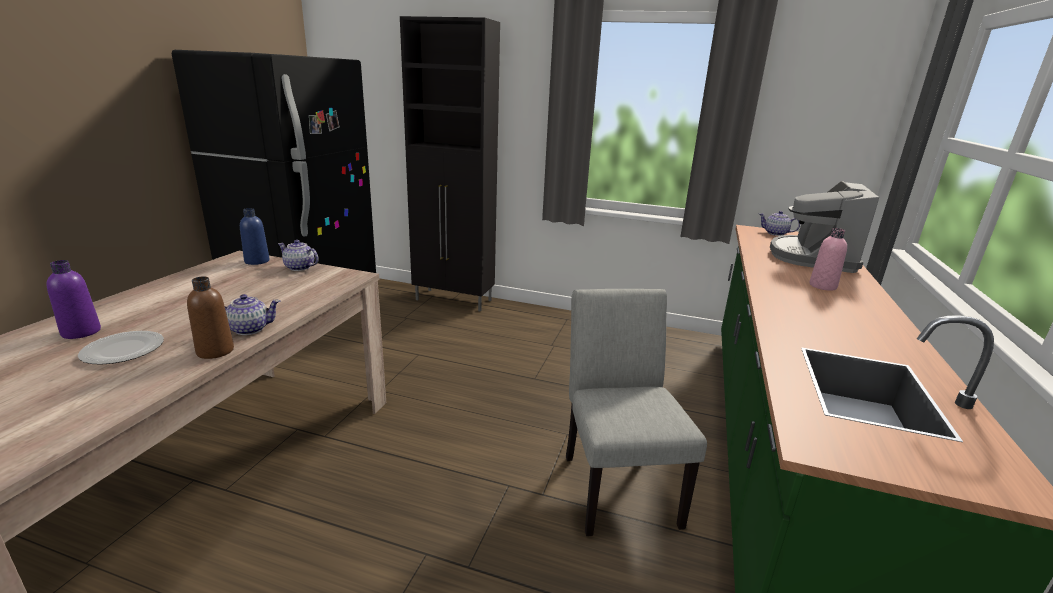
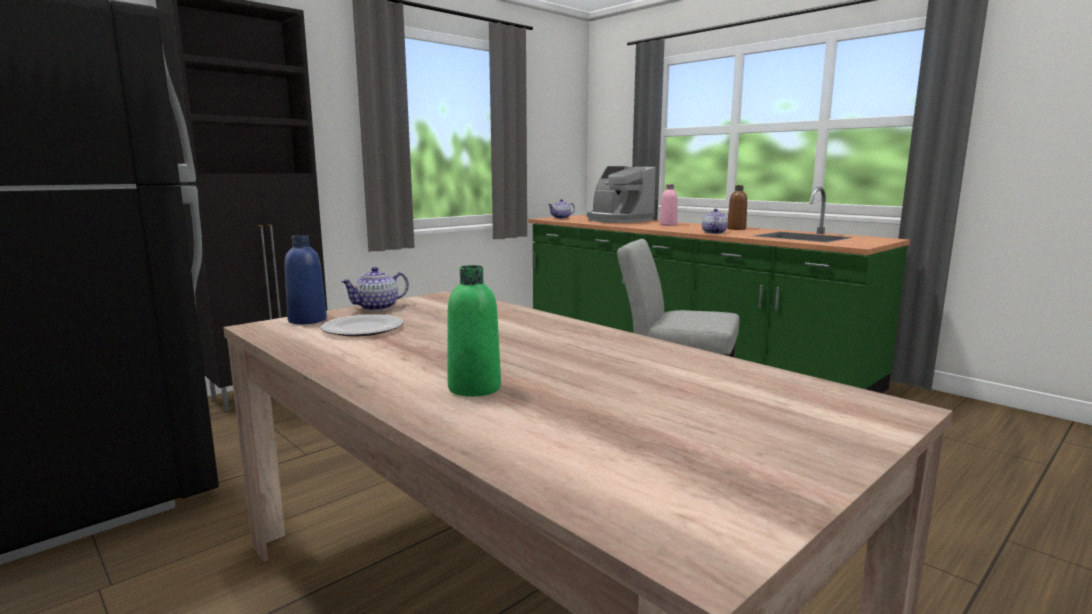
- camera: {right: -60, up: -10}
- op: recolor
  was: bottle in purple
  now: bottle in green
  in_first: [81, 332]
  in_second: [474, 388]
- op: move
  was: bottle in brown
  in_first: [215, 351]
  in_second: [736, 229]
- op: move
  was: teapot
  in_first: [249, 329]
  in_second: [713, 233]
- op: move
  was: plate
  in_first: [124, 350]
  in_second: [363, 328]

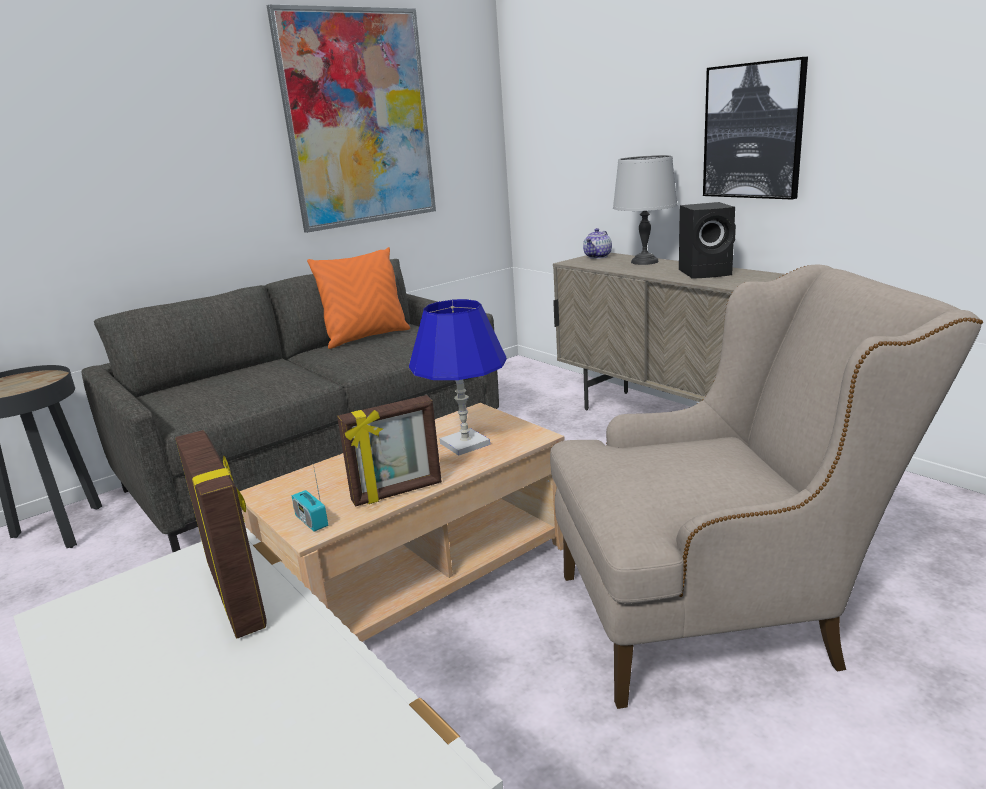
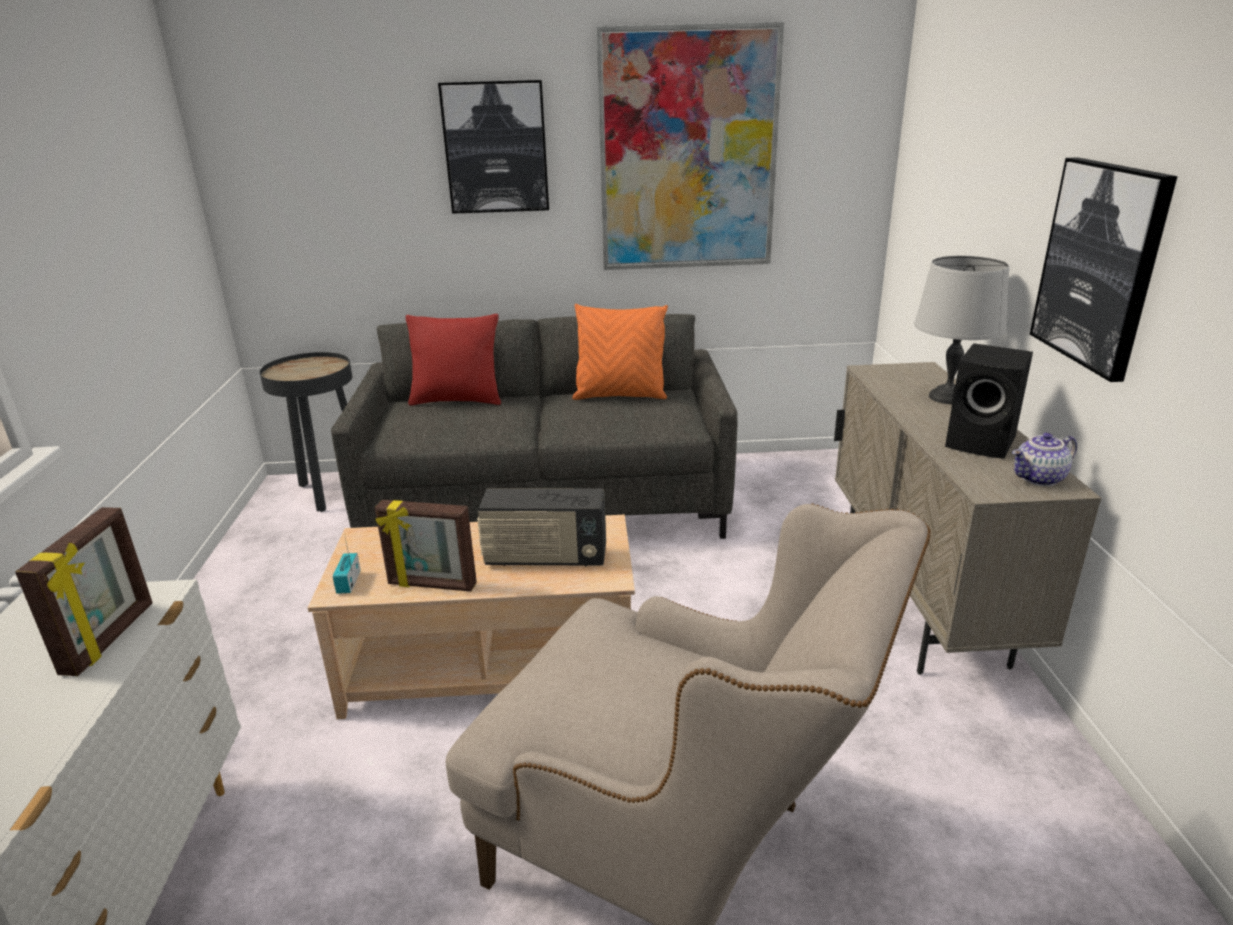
- camera: {right: 35, up: 5}
- op: move
  was: teapot
  in_first: [598, 257]
  in_second: [1039, 479]
- op: replace
  was: table lamp in blue
  now: radio
  in_first: [465, 444]
  in_second: [545, 558]
- op: insert
  now: picture
  in_second: [496, 148]
- op: insert
  now: pillow in red
  in_second: [457, 400]

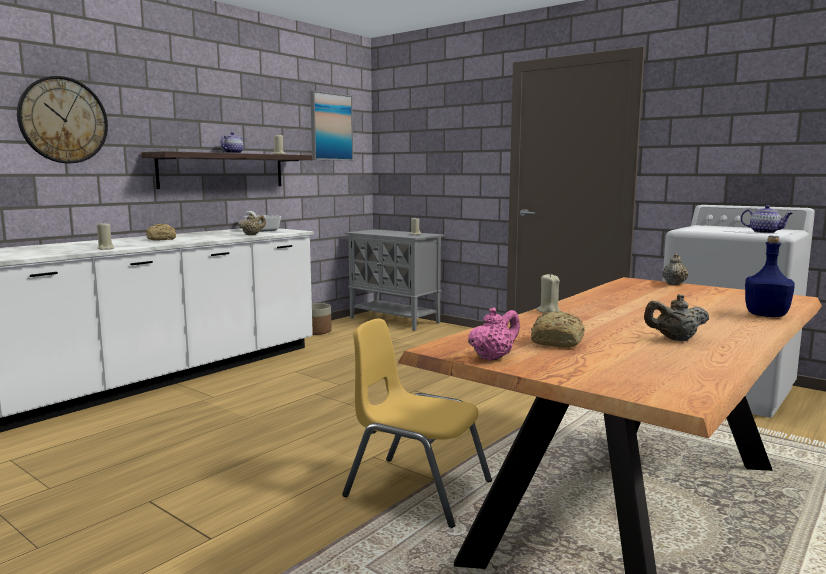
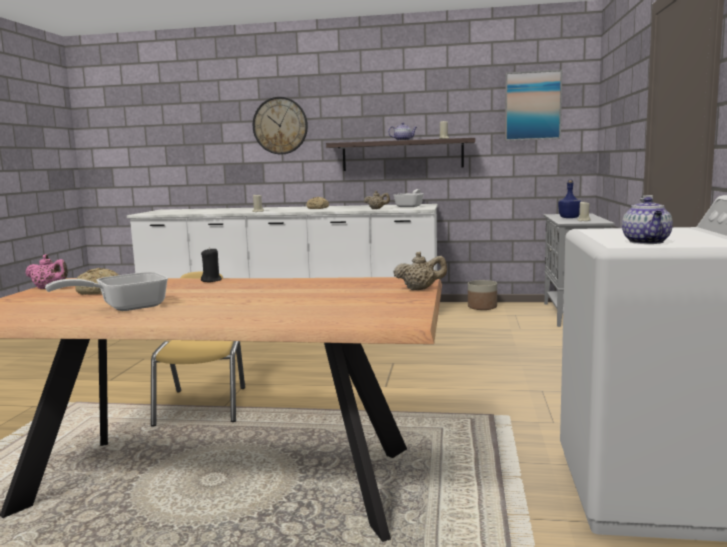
- camera: {right: 60, up: 0}
- op: move
  was: bottle in blue
  in_first: [765, 315]
  in_second: [569, 218]
- op: recolor
  was: candle in beige
  now: candle in black
  in_first: [548, 311]
  in_second: [211, 280]
- op: replace
  was: teapot in beige
  now: frying pan
  in_first: [675, 339]
  in_second: [124, 307]

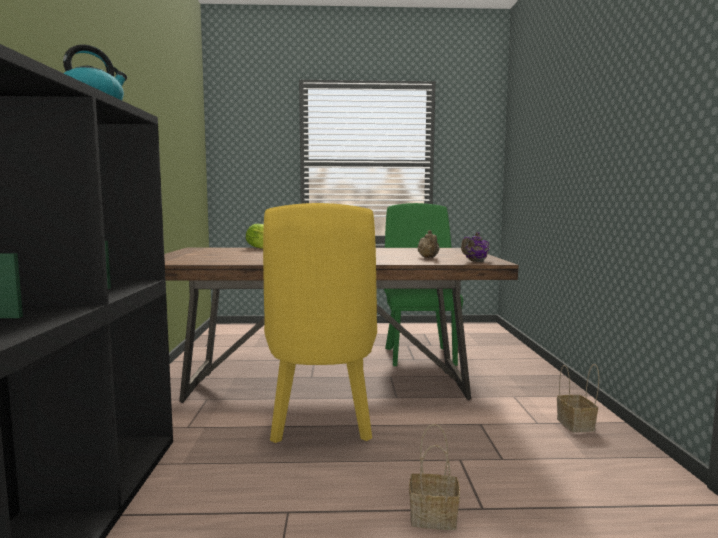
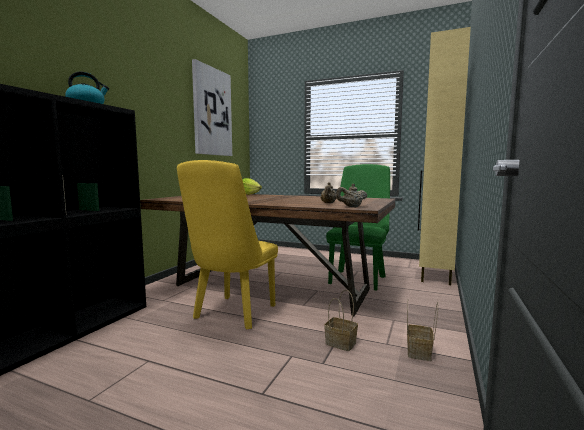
- camera: {right: 25, up: 0}
- op: recolor
  was: teapot in purple
  now: teapot in beige
  in_first: [475, 261]
  in_second: [351, 207]
- op: move
  was: basket
  in_first: [431, 518]
  in_second: [339, 343]
- op: insert
  now: cabinet in beige
  in_second: [435, 274]
- op: insert
  now: picture
  in_second: [212, 112]

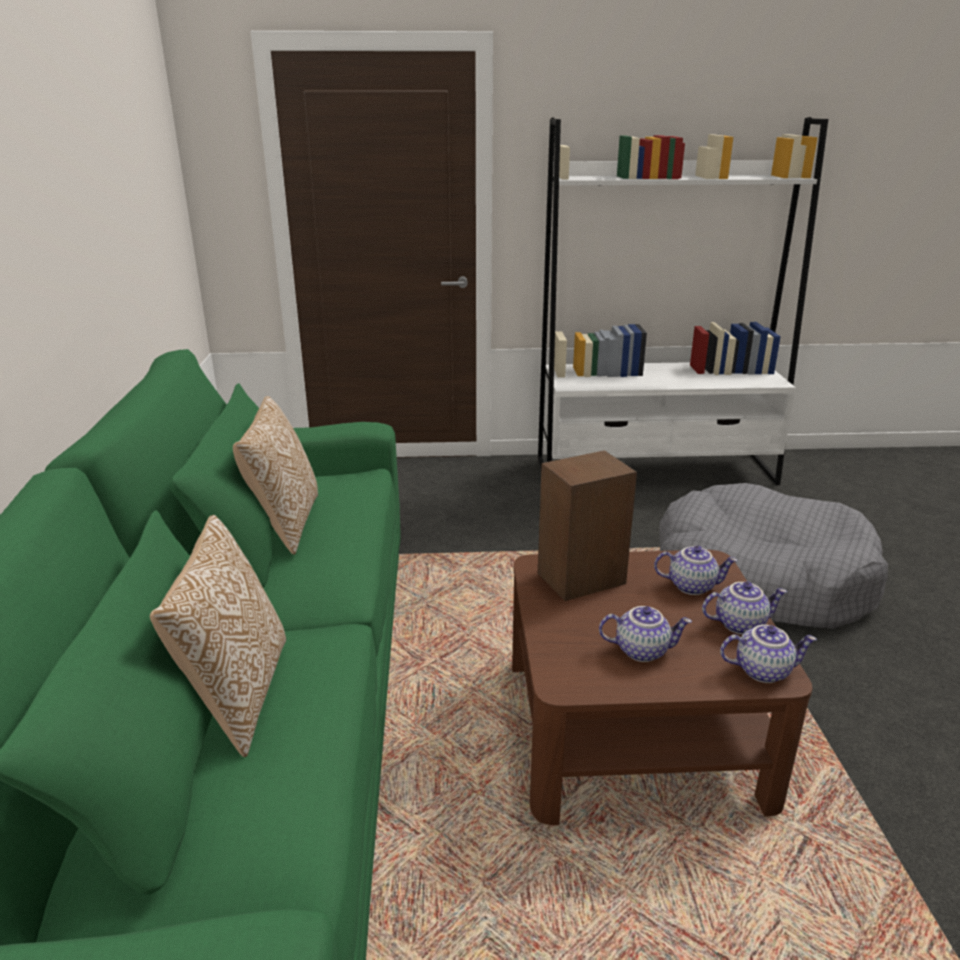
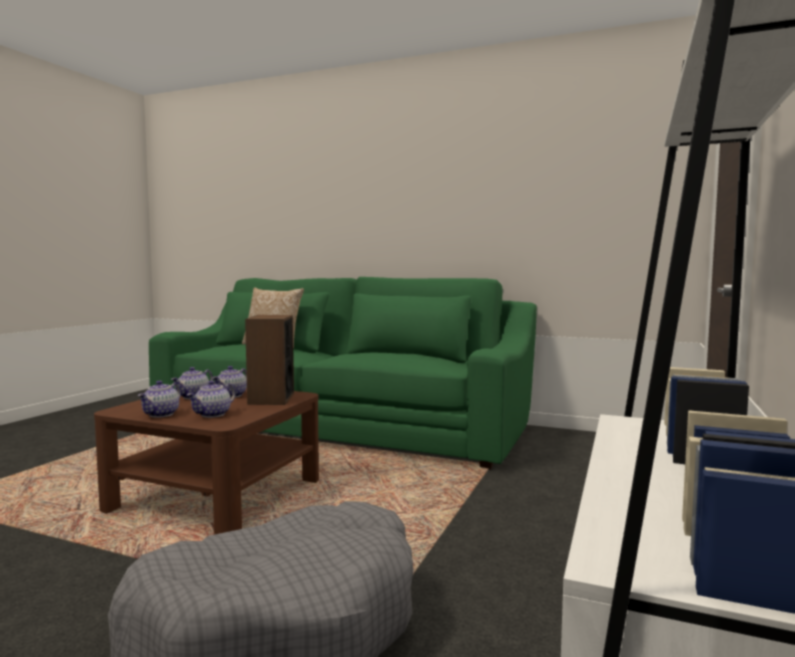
- camera: {right: 115, up: -20}
- op: delete
  was: pillow
  in_first: [285, 523]
- op: move
  was: teapot
  in_first: [762, 670]
  in_second: [231, 395]

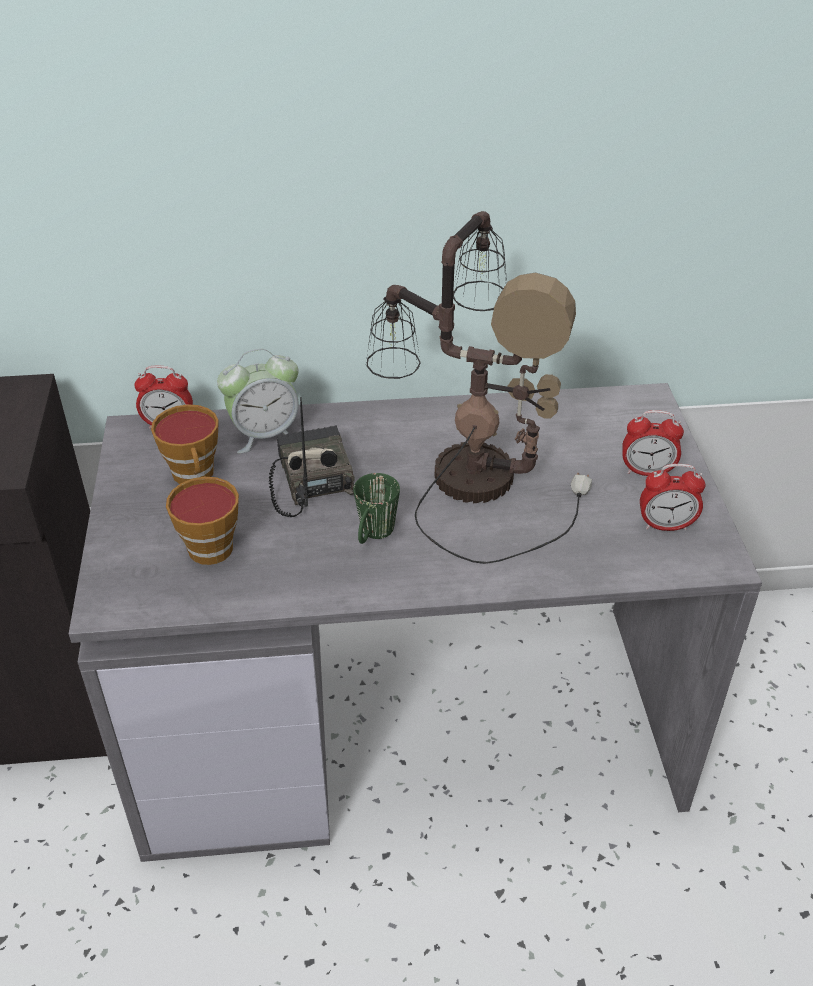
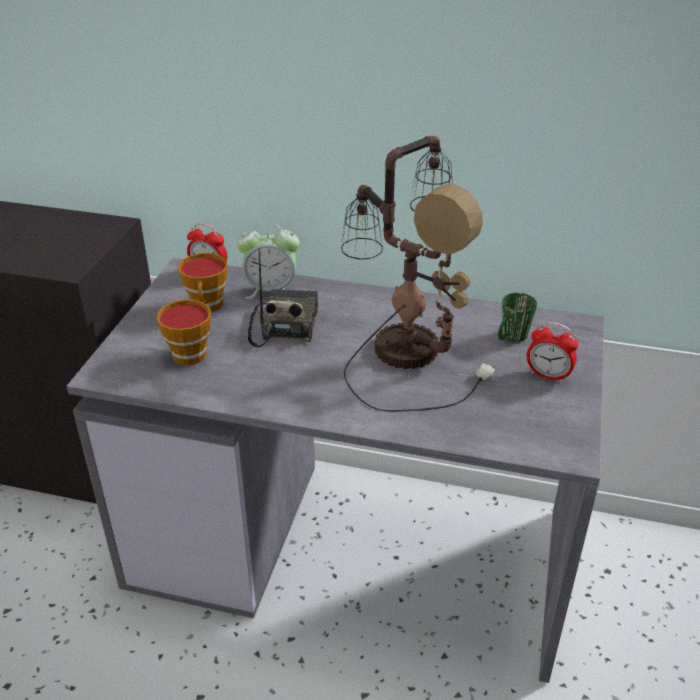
- camera: {right: 20, up: -5}
- op: delete
  was: alarm clock
  in_first: [665, 526]
- op: move
  was: mug in green
  in_first: [373, 535]
  in_second: [510, 339]

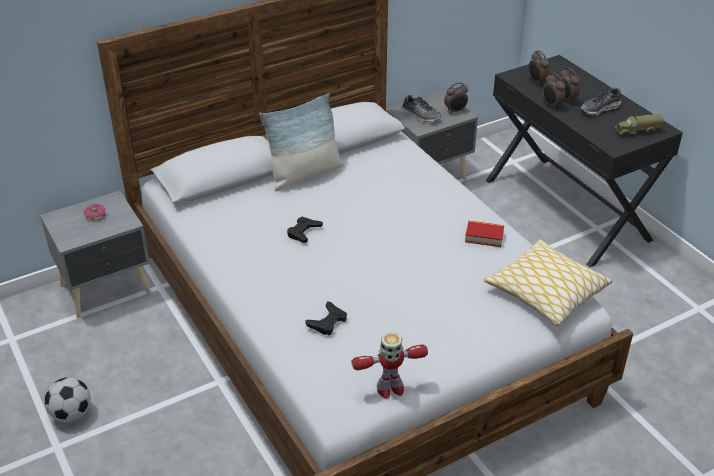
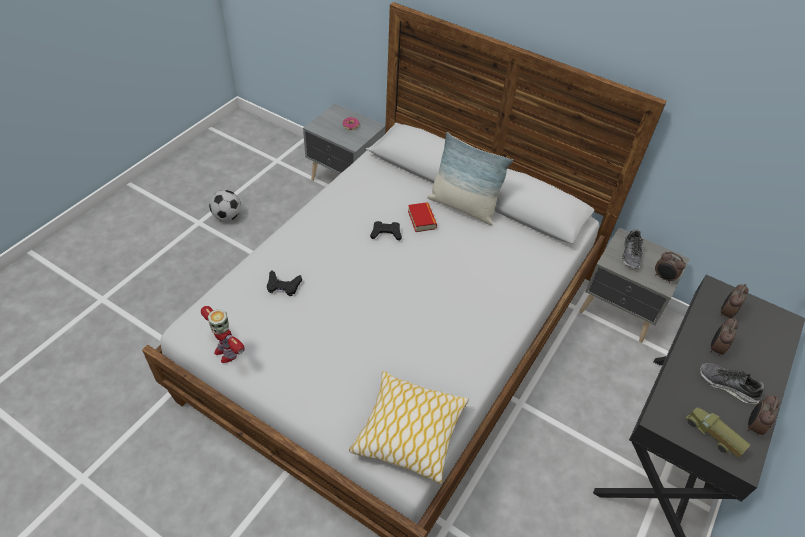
- camera: {right: 60, up: 10}
- op: move
  was: alarm clock
  in_first: [551, 105]
  in_second: [753, 425]
- op: move
  was: book
  in_first: [484, 237]
  in_second: [421, 220]

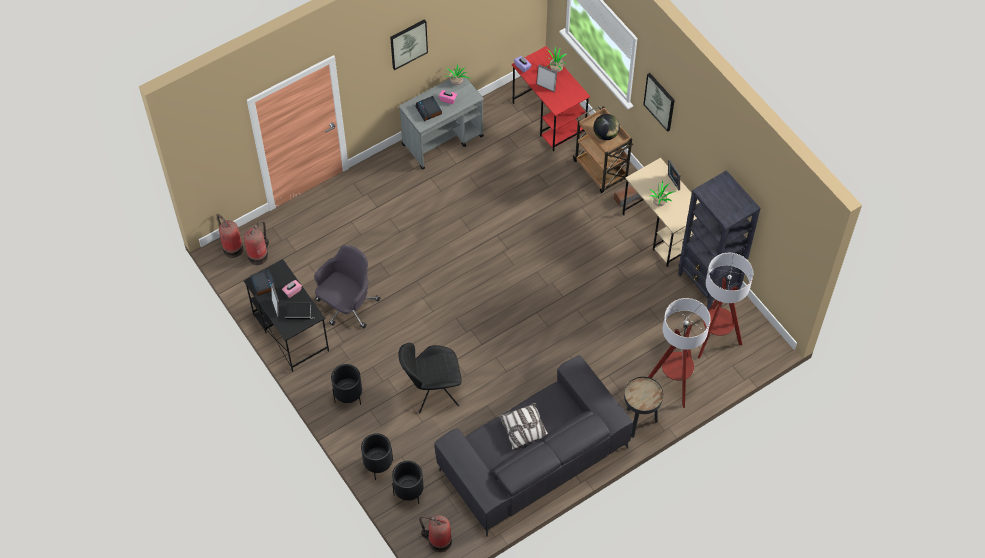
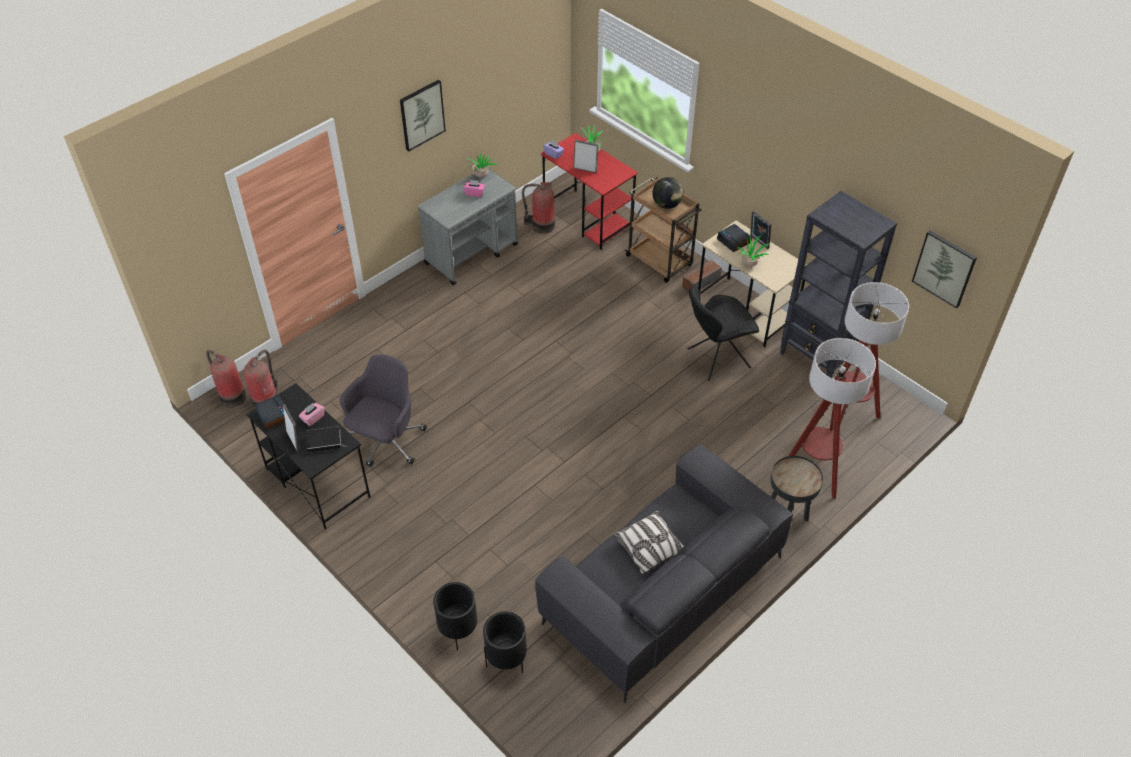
- camera: {right: -10, up: -10}
- op: move
  was: picture
  in_first: [660, 101]
  in_second: [944, 268]
- op: move
  was: alarm clock
  in_first: [429, 110]
  in_second: [734, 241]
- op: move
  was: chair in black
  in_first: [432, 392]
  in_second: [716, 359]
- op: delete
  was: planter in black
  in_first: [348, 396]
- op: move
  was: fire extinguisher
  in_first: [438, 541]
  in_second: [541, 225]

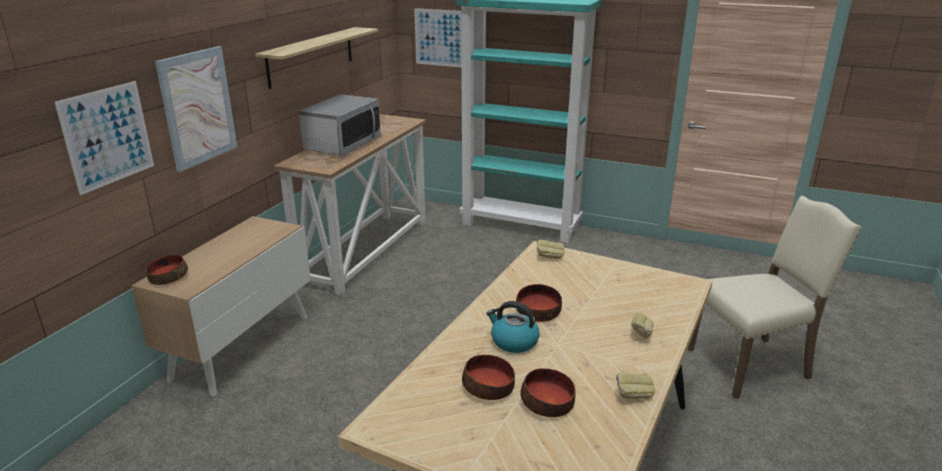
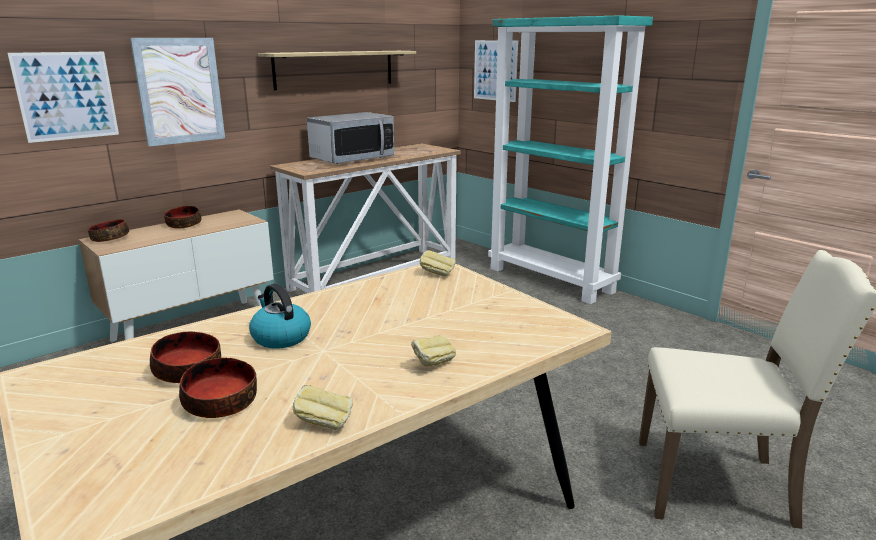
- camera: {right: 25, up: -5}
- op: move
  was: bowl
  in_first: [537, 312]
  in_second: [183, 224]

